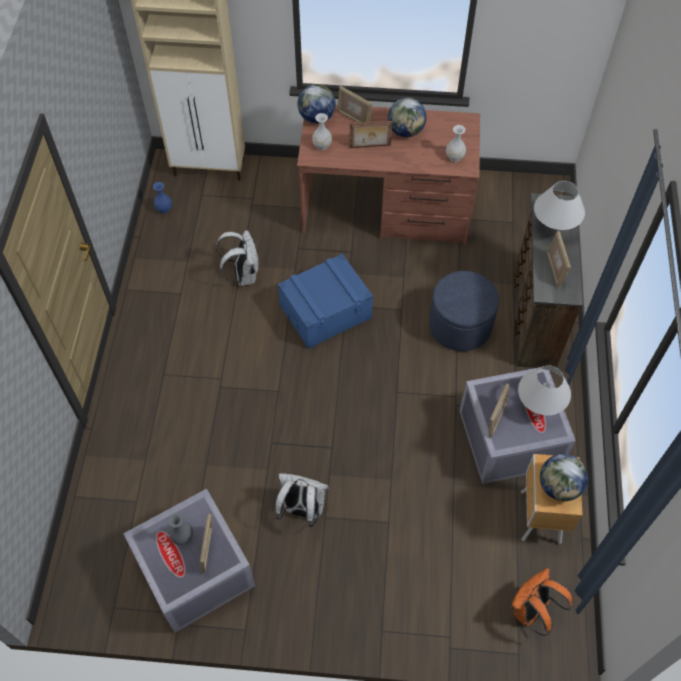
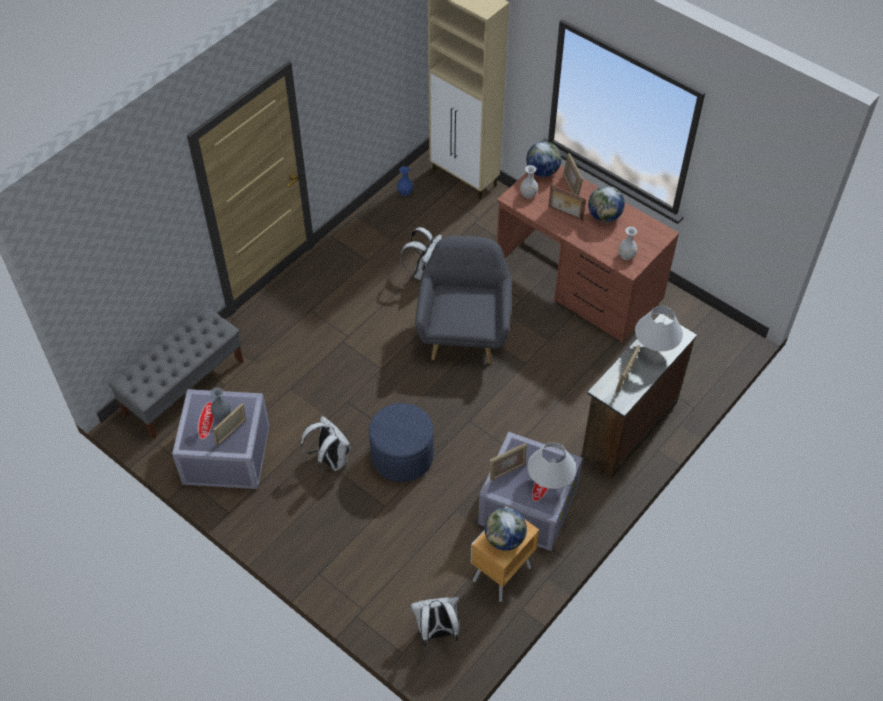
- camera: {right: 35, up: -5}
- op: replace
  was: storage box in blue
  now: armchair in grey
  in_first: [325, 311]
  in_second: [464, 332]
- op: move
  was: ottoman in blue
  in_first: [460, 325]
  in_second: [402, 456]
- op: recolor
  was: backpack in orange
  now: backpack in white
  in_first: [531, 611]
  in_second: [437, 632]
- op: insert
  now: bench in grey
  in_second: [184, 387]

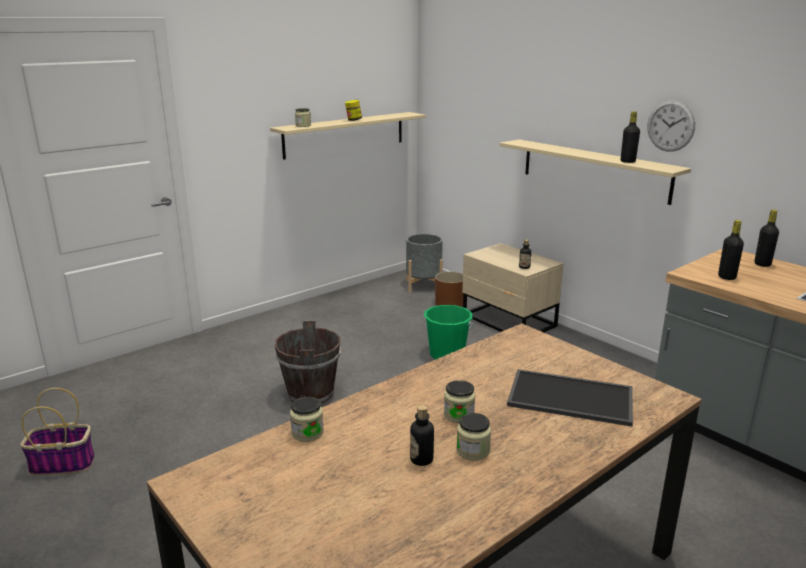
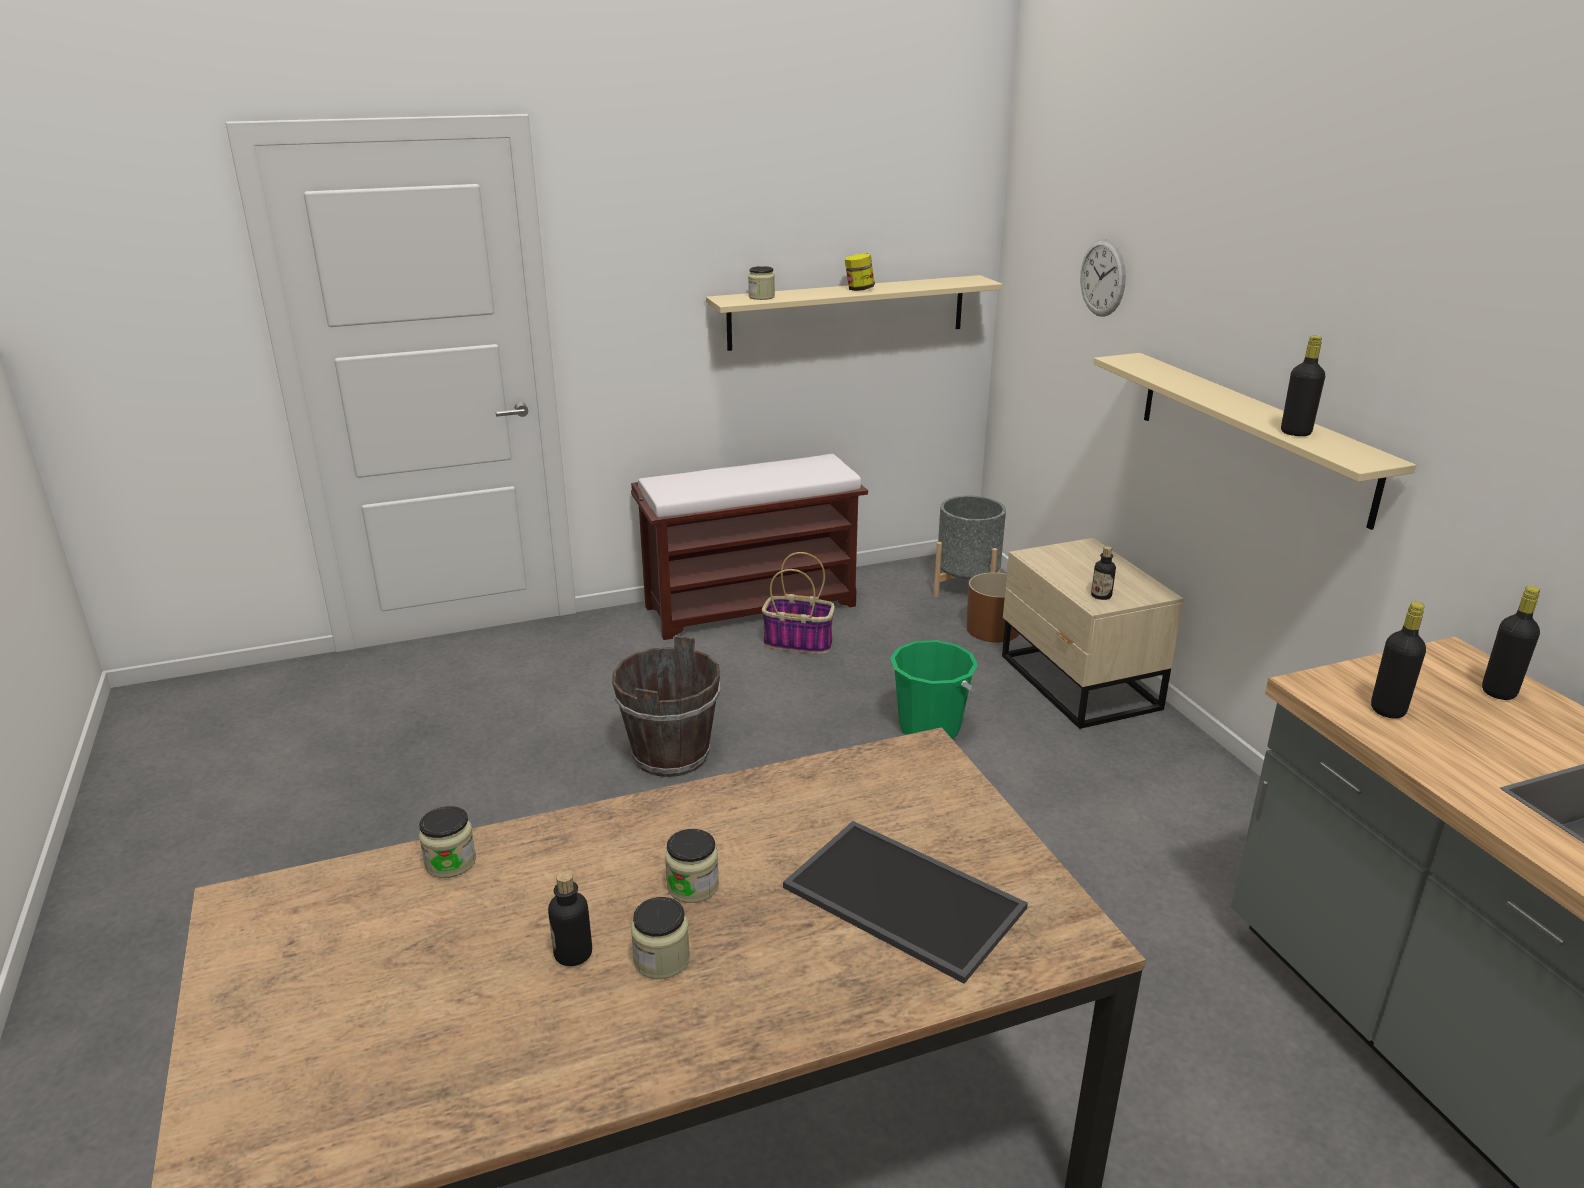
- camera: {right: 20, up: 5}
- op: move
  was: wall clock
  in_first: [670, 126]
  in_second: [1102, 278]
- op: move
  was: basket
  in_first: [64, 464]
  in_second: [799, 642]
- op: insert
  now: bench in brown
  in_second: [752, 605]

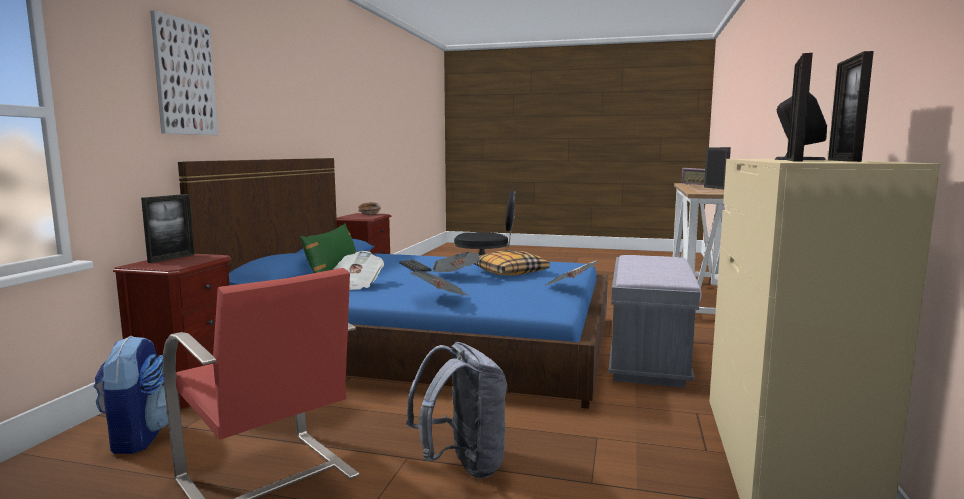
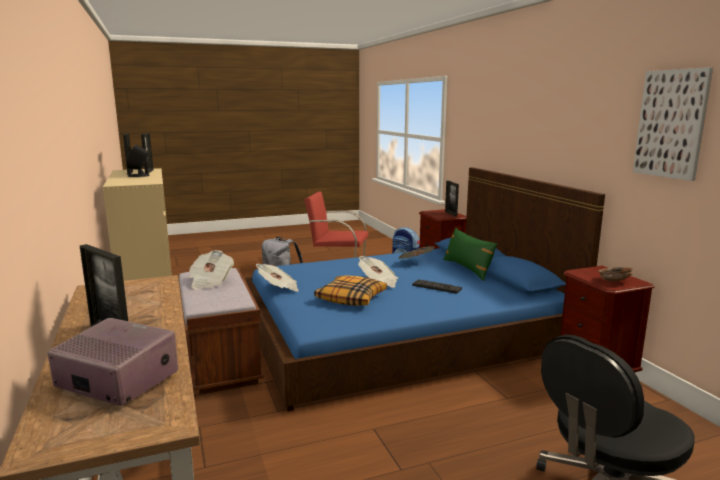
- camera: {right: 145, up: 5}
- op: move
  was: picture
  in_first: [184, 77]
  in_second: [671, 124]
- op: recolor
  was: bench in grey
  now: bench in brown
  in_first: [647, 359]
  in_second: [221, 361]
- op: move
  was: newspaper
  in_first: [441, 299]
  in_second: [210, 282]

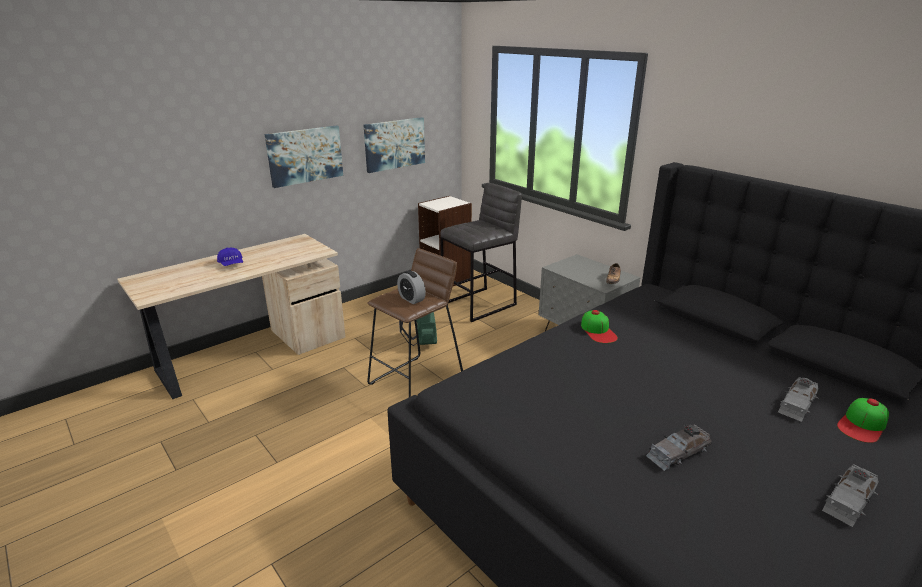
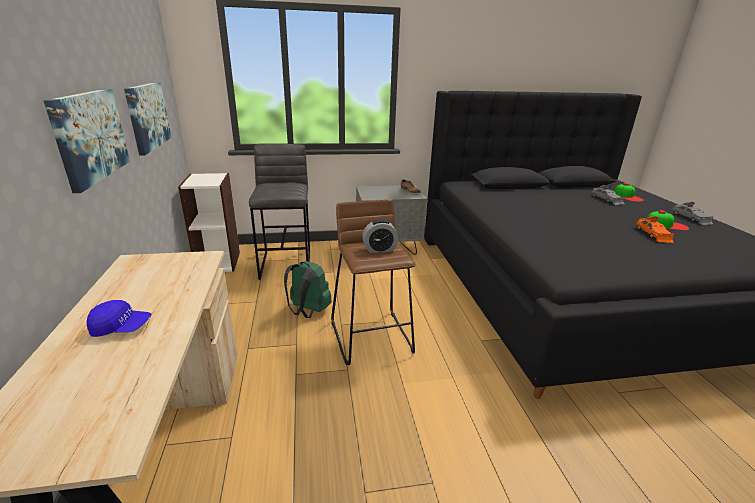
- camera: {right: -60, up: 0}
- op: move
  was: cap
  in_first: [598, 331]
  in_second: [666, 225]
- op: recolor
  was: toy car in grey
  now: toy car in orange
  in_first: [678, 452]
  in_second: [653, 234]

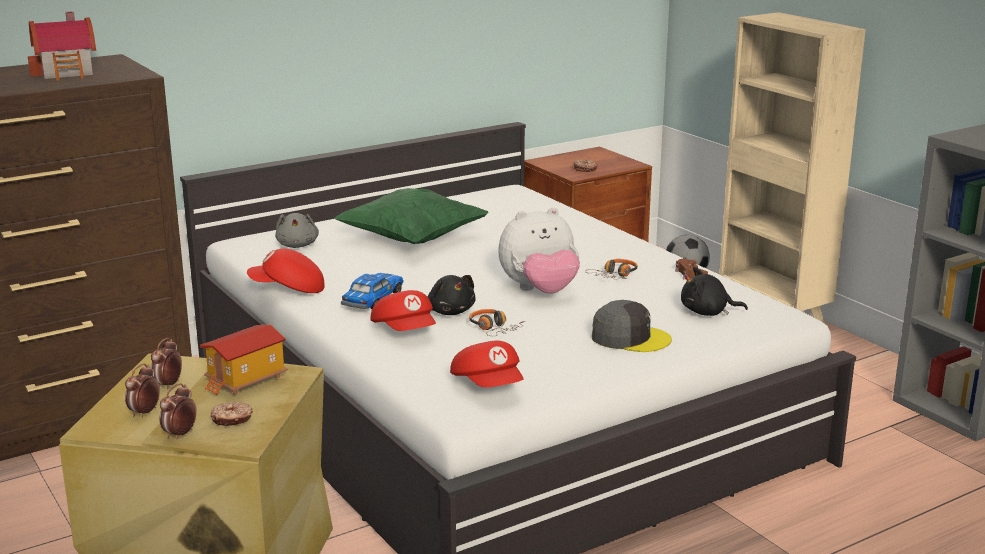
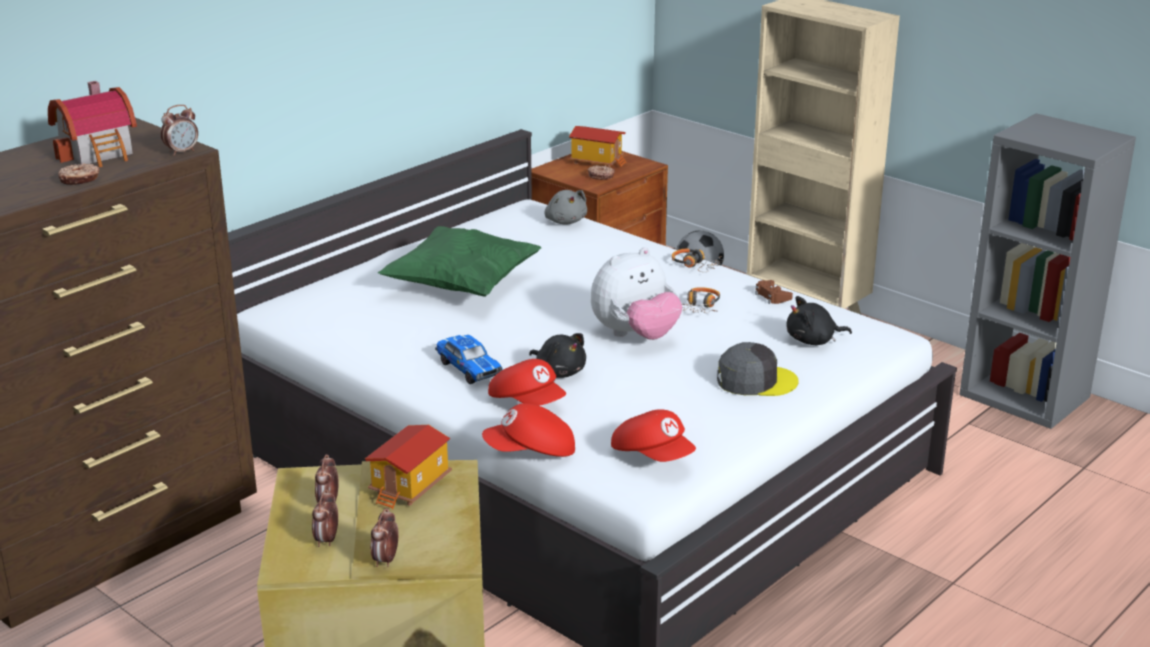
- camera: {right: -15, up: 5}
- op: move
  was: plush toy in grey
  in_first: [297, 245]
  in_second: [565, 221]
- op: move
  was: cap in red
  in_first: [288, 289]
  in_second: [531, 452]
- op: rotate
  was: toy car
  in_first: [372, 300]
  in_second: [469, 368]
  clockwise: 135
- op: move
  was: headphones
  in_first: [494, 329]
  in_second: [696, 265]
- op: move
  was: donut
  in_first: [232, 419]
  in_second: [79, 180]
- op: insert
  now: alarm clock
  in_second: [182, 152]
- op: insert
  now: toy house
  in_second: [597, 161]

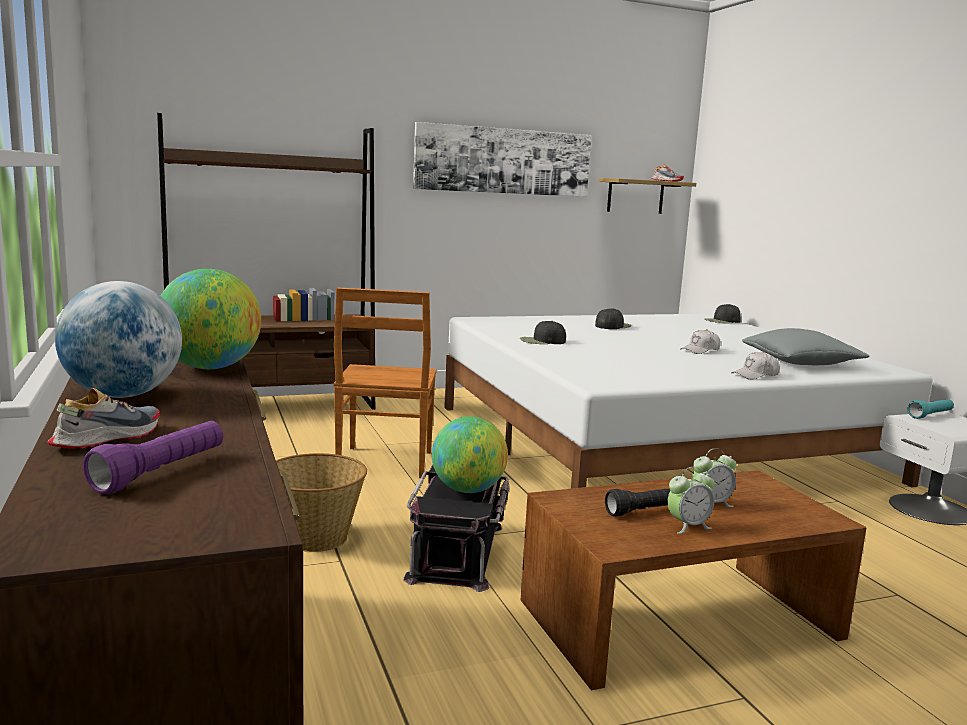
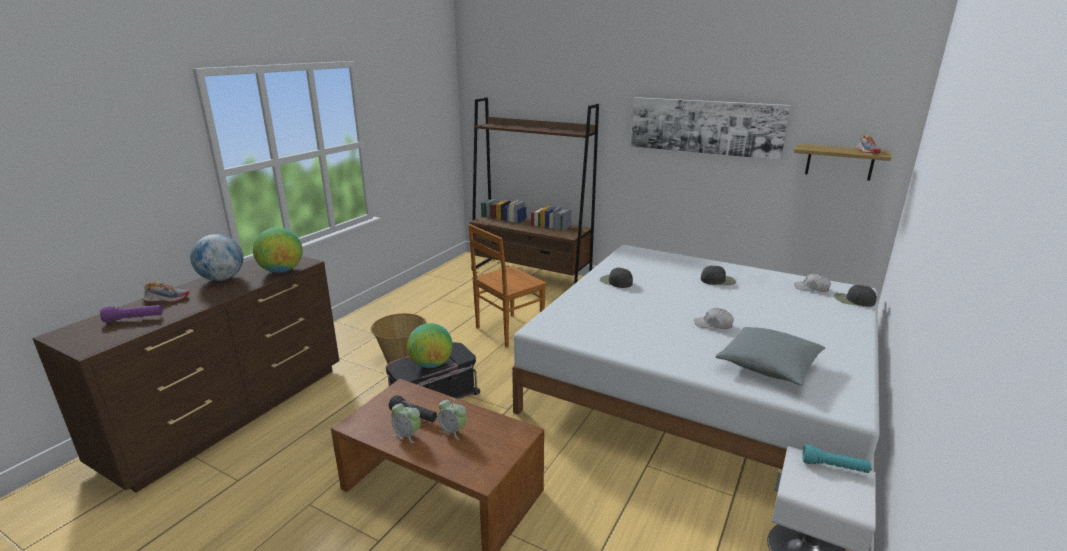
- camera: {right: 50, up: 10}
- op: move
  was: cap in white
  in_first: [755, 375]
  in_second: [811, 288]

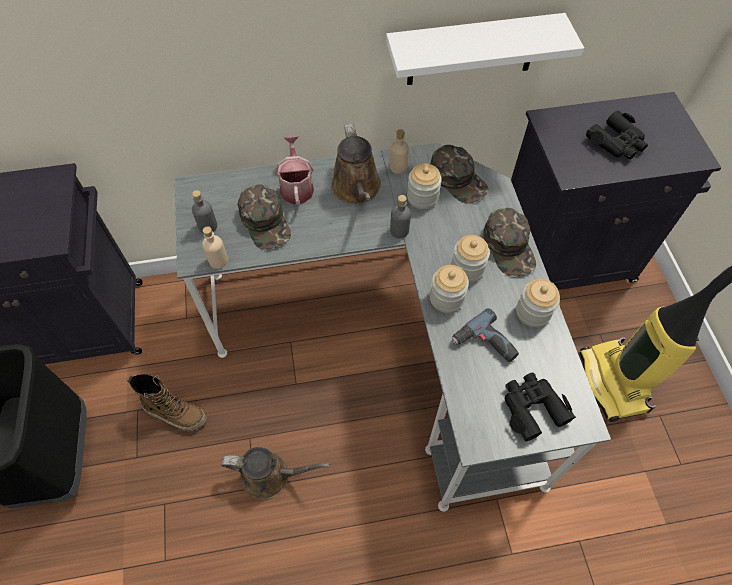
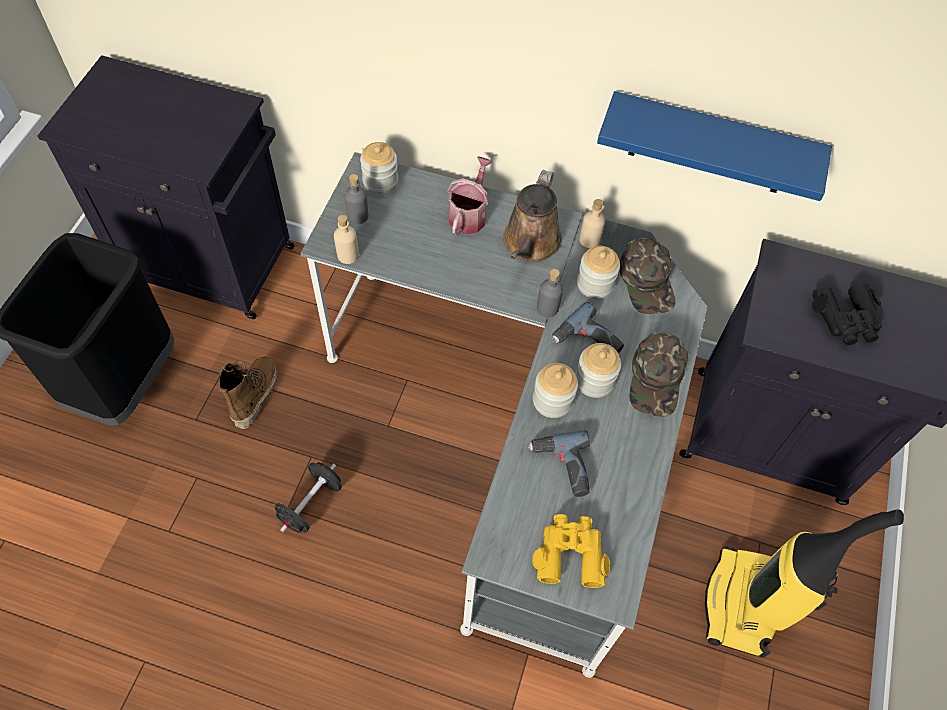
- camera: {right: 25, up: 0}
- op: recolor
  was: shelf in white
  now: shelf in blue
  in_first: [472, 50]
  in_second: [711, 145]
- op: delete
  was: cap in green
  in_first: [266, 222]
- op: move
  was: jar
  in_first: [533, 312]
  in_second: [380, 181]
- op: recolor
  was: binoculars in black
  now: binoculars in yellow
  in_first: [532, 407]
  in_second: [570, 553]
- op: rotate
  was: boot
  in_first: [176, 413]
  in_second: [254, 396]
  clockwise: -120
- op: replace
  was: watering can in brown
  now: dumbbell in black
  in_first: [270, 475]
  in_second: [311, 504]
- op: insert
  now: power drill
  in_second: [587, 342]

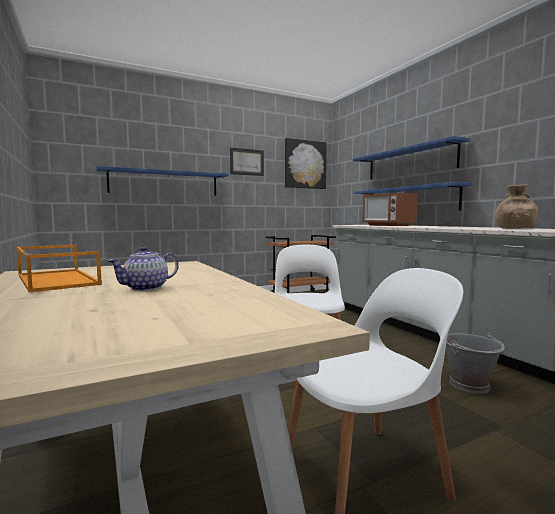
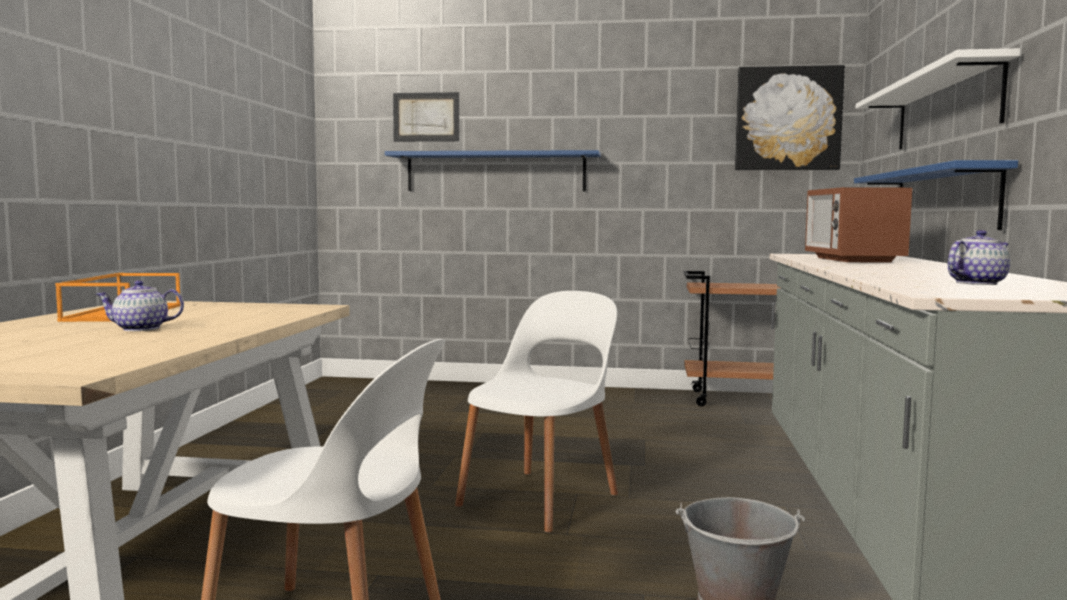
- camera: {right: 35, up: 0}
- op: recolor
  was: shelf in blue
  now: shelf in white
  in_first: [409, 162]
  in_second: [945, 109]
- op: move
  was: picture
  in_first: [247, 162]
  in_second: [426, 117]
- op: replace
  was: vase in brown
  now: teapot
  in_first: [514, 228]
  in_second: [976, 283]

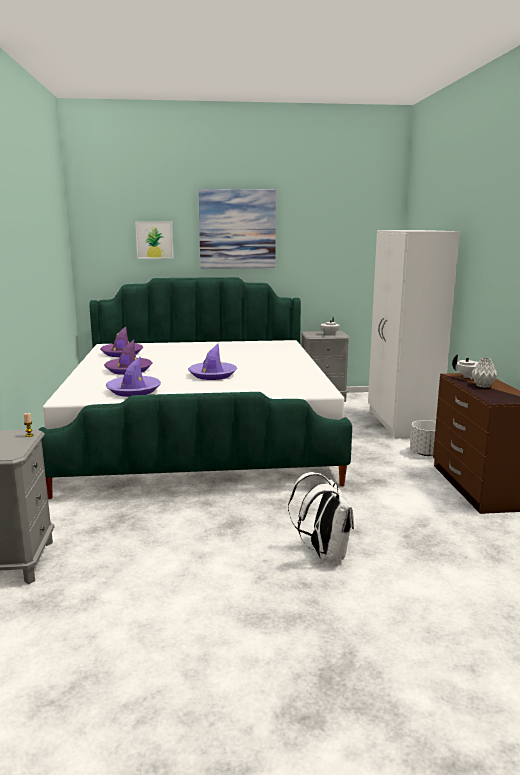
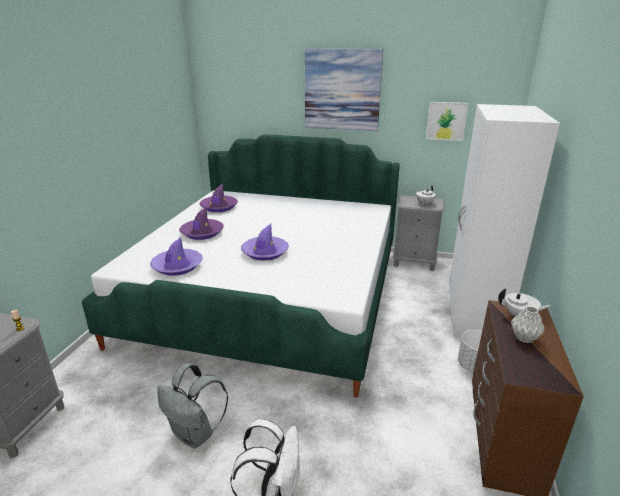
- camera: {right: 20, up: 10}
- op: move
  was: picture
  in_first: [154, 240]
  in_second: [446, 121]
- op: insert
  now: backpack in grey
  in_second: [195, 434]

